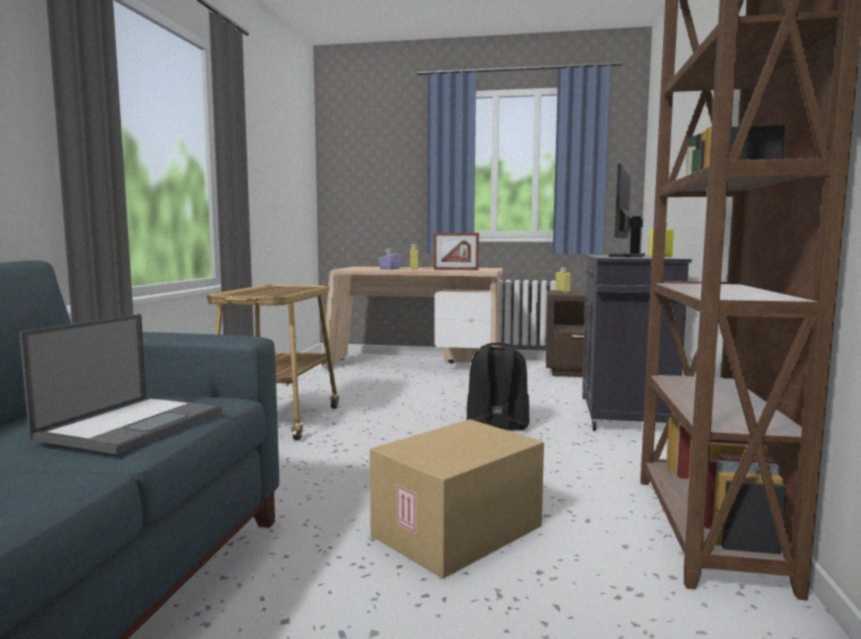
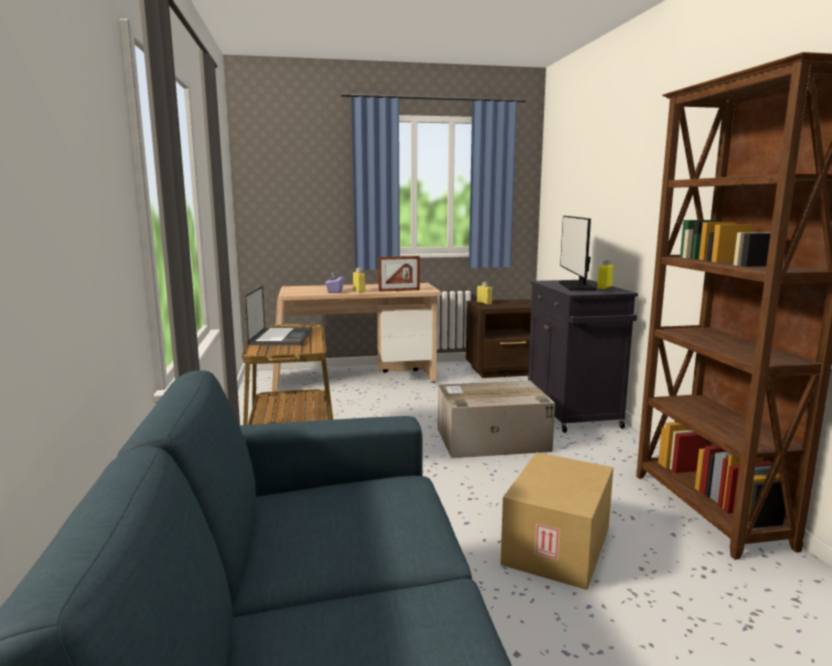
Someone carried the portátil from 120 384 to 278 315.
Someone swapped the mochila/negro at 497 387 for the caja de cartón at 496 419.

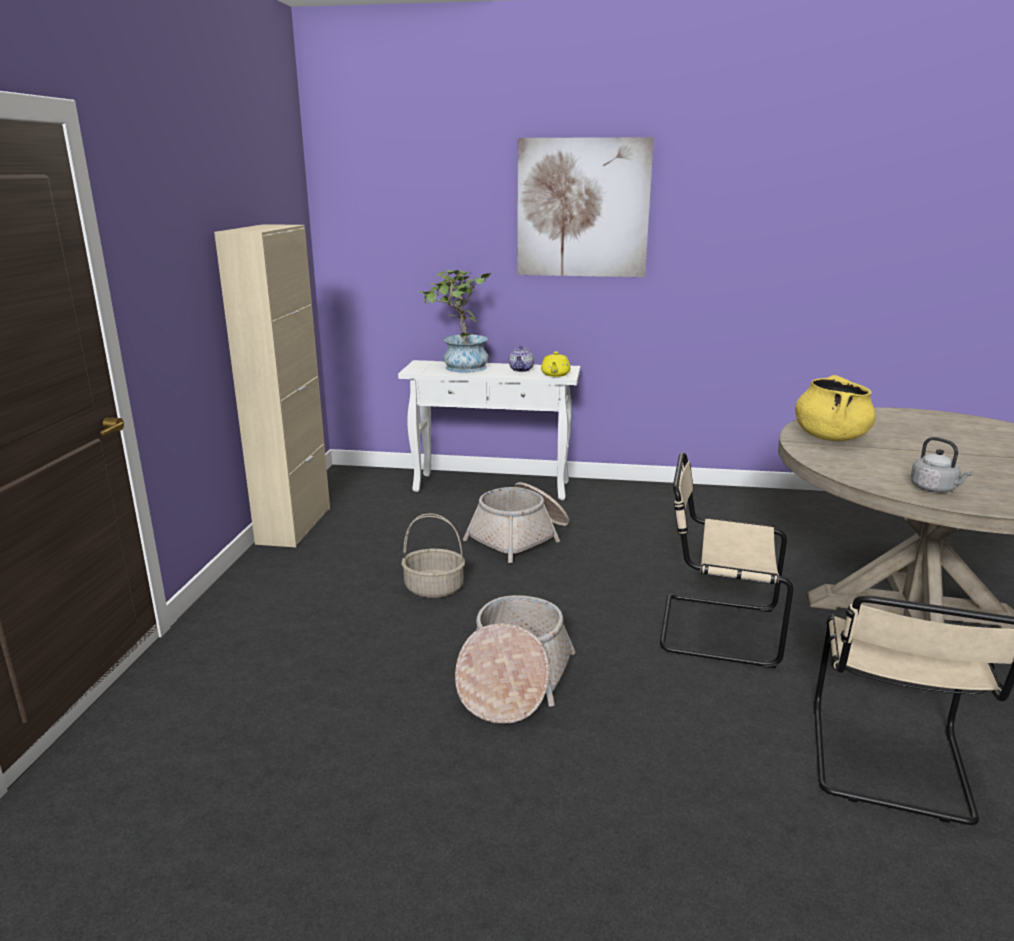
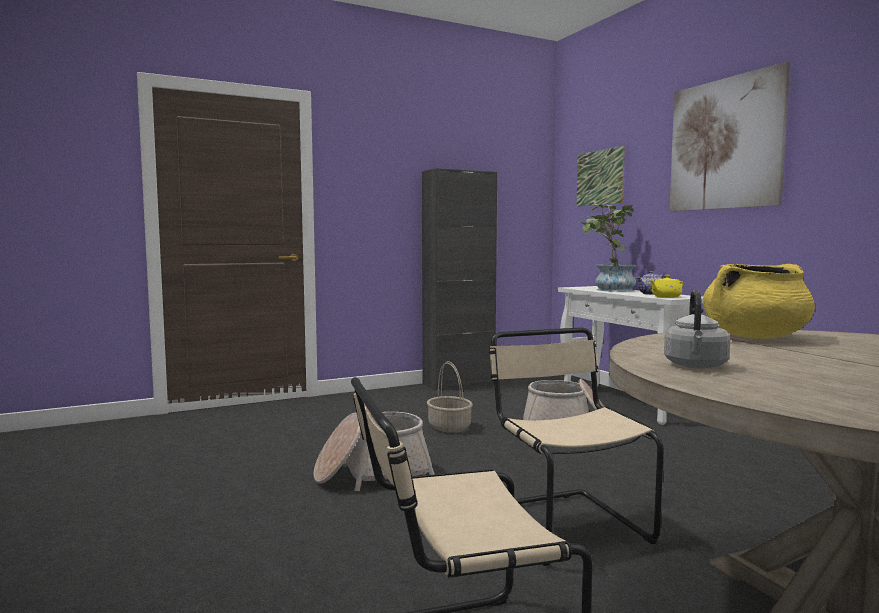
Someone repainted the armario/beis at 272 385, which became the armario/negro at 459 279.
Someone put up the cuadro at 601 176.

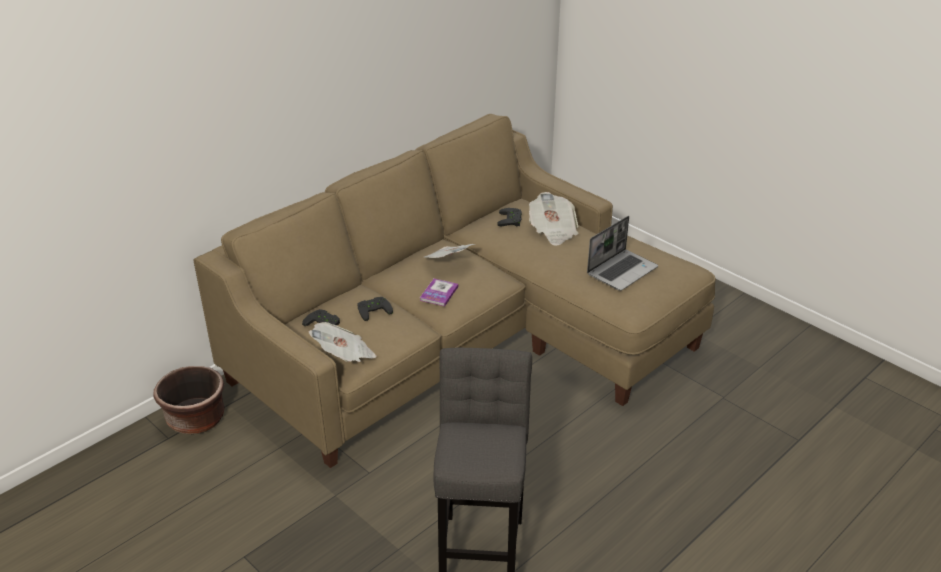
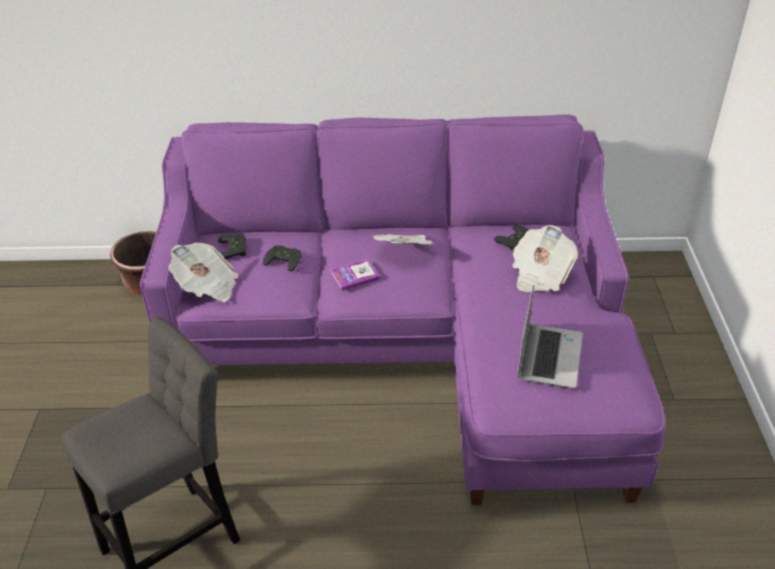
Someone repainted the sofá/beis at 454 291, which became the sofá/morado at 402 309.
Someone rotated the portátil at 622 253 by 75 degrees counterclockwise.

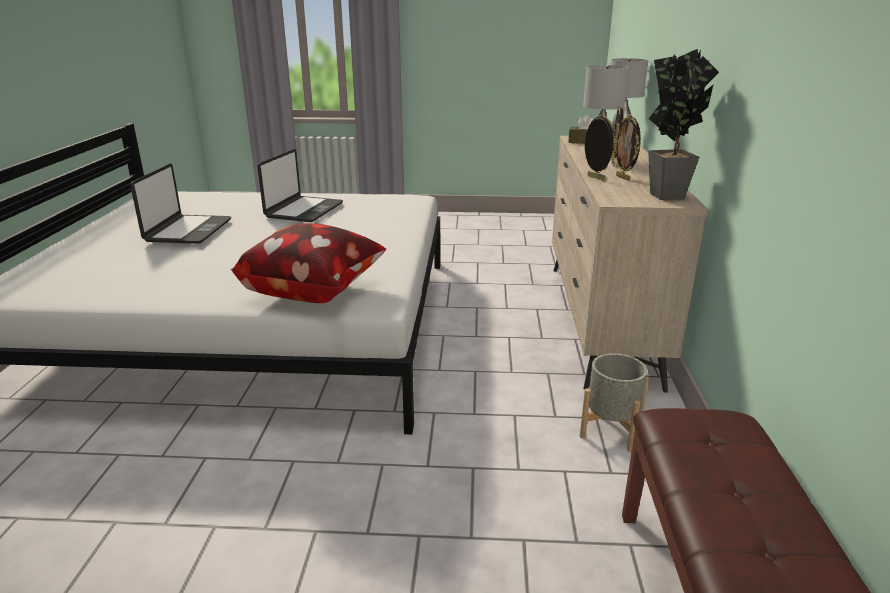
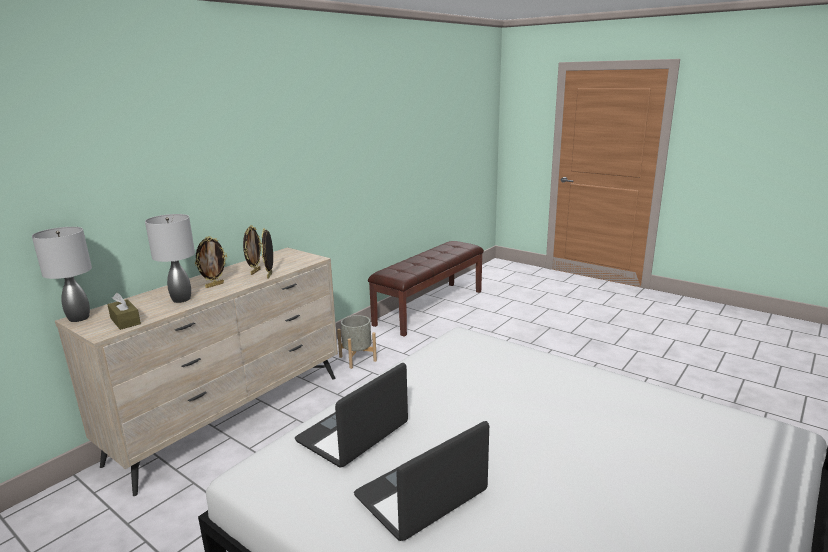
Someone took away the planta en maceta at 683 124.
Someone carried the portátil from 180 203 to 351 415.
Someone took away the cojín at 308 263.

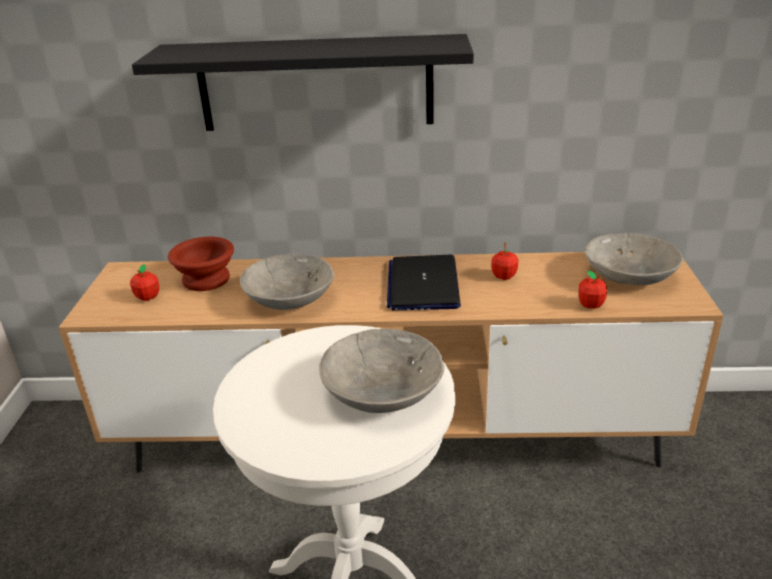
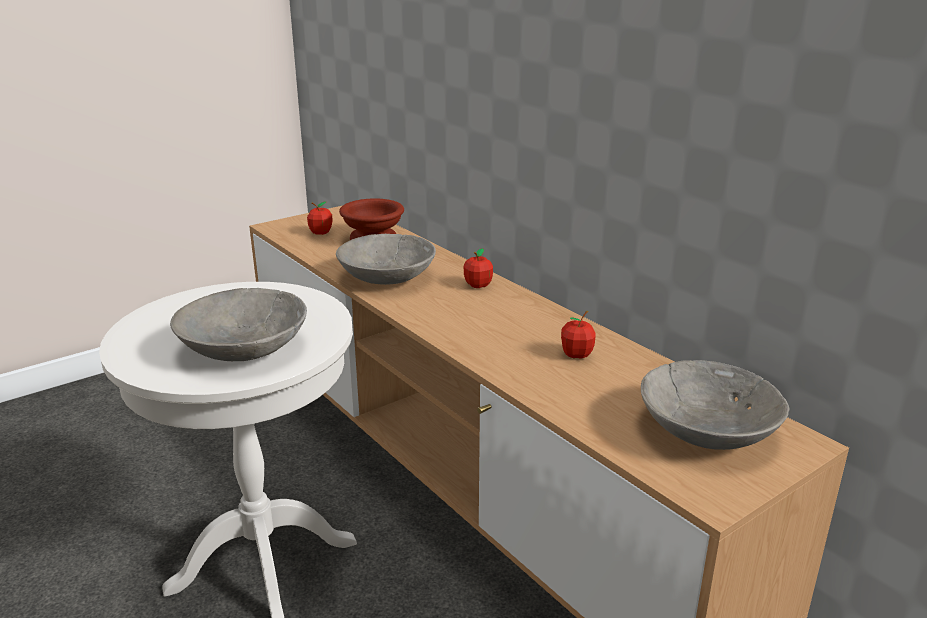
Someone took away the estante/negro at 303 82.
Someone took away the portátil at 424 282.
Someone carried the manzana from 593 289 to 478 268.

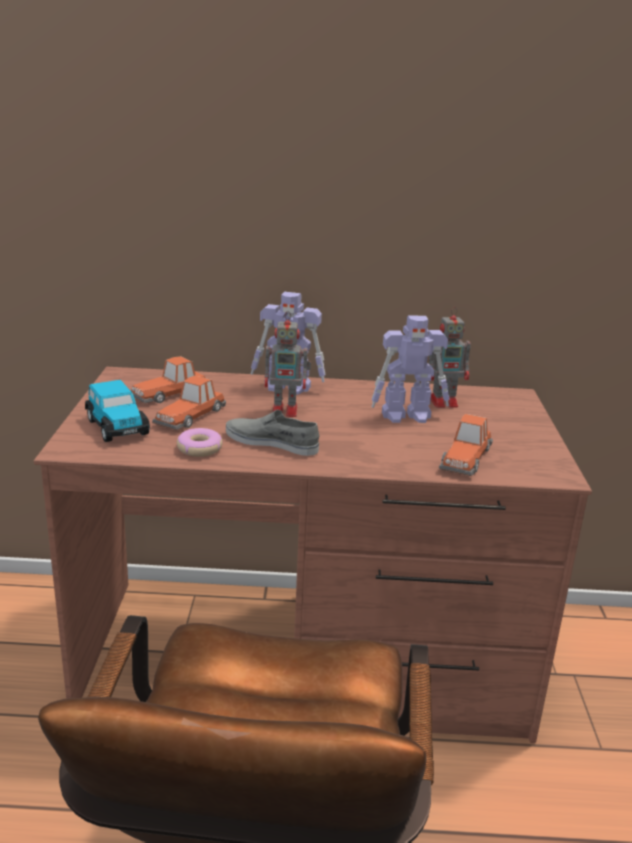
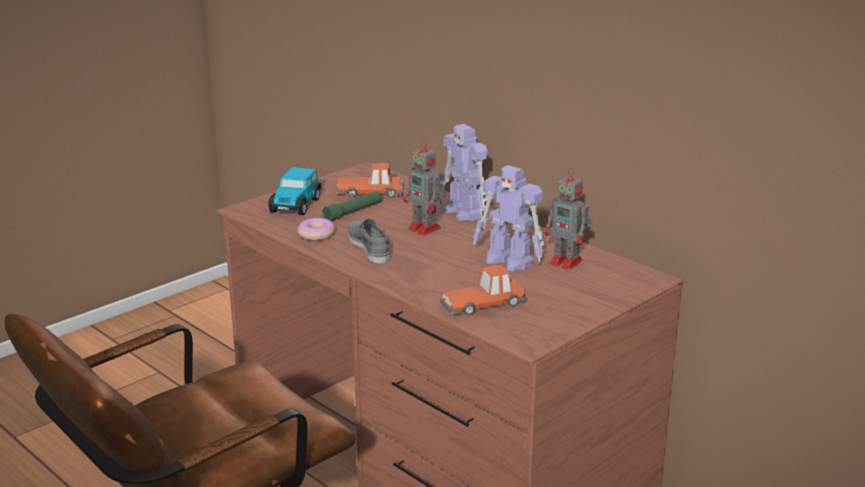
Someone swapped the coche de juguete at 189 403 for the linterna/verde at 352 206.

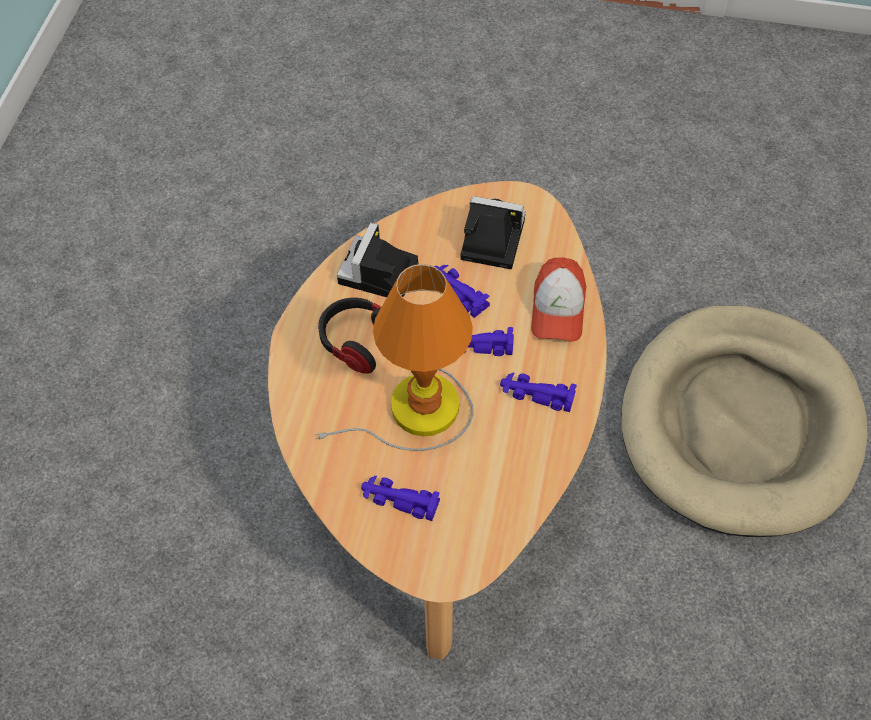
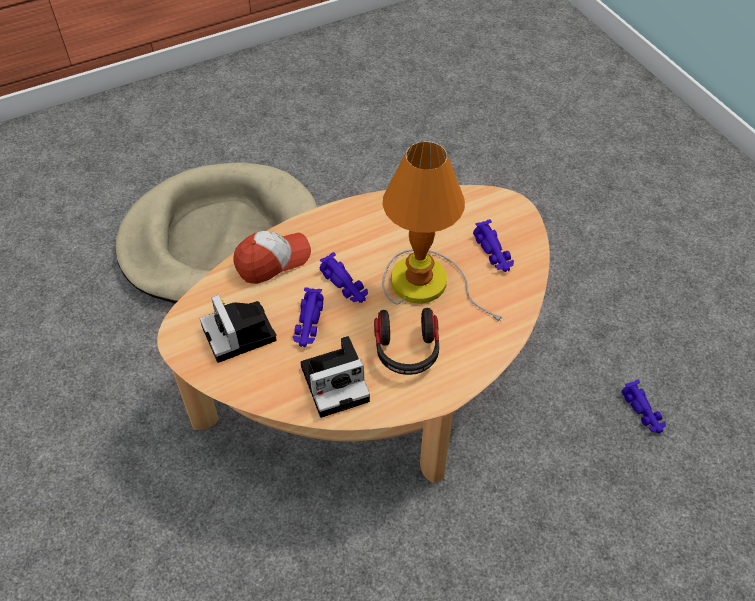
Someone carried the coche de juguete/morado from 538 392 to 643 406.

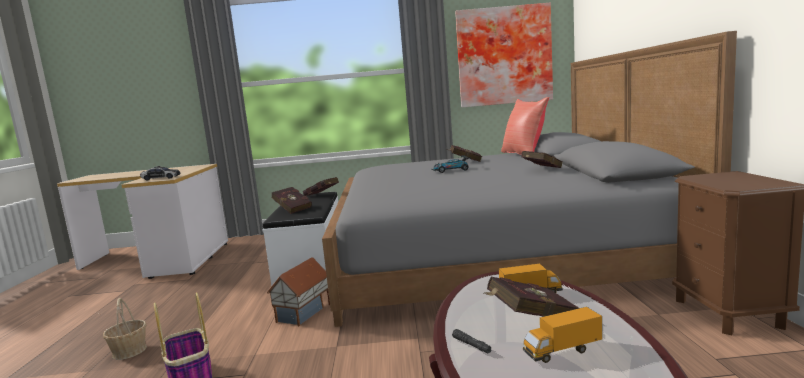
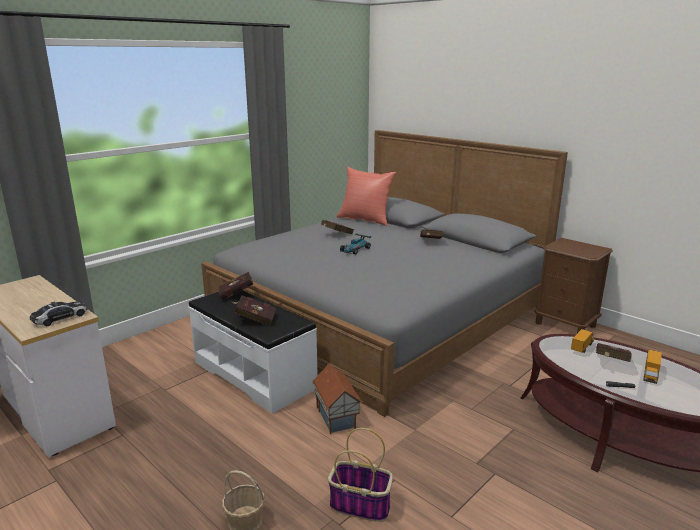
Someone took away the cuadro at 504 55.

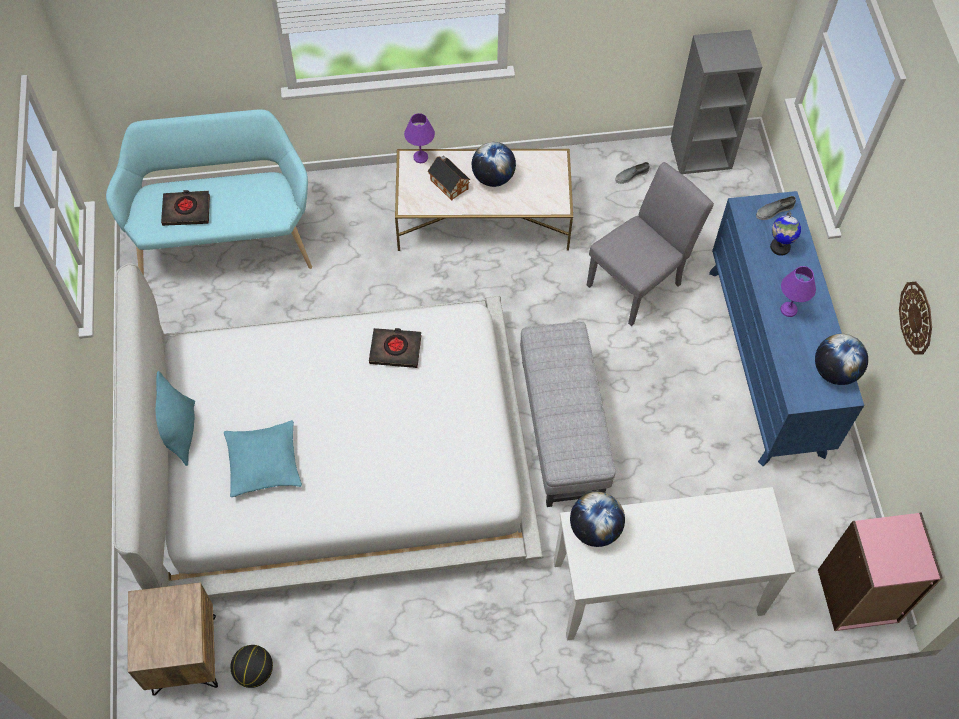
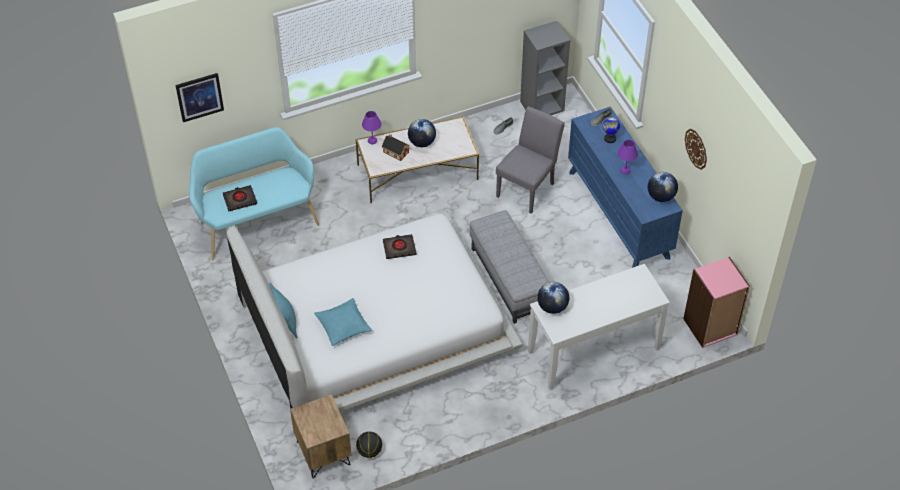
Someone put up the cuadro at 199 97.

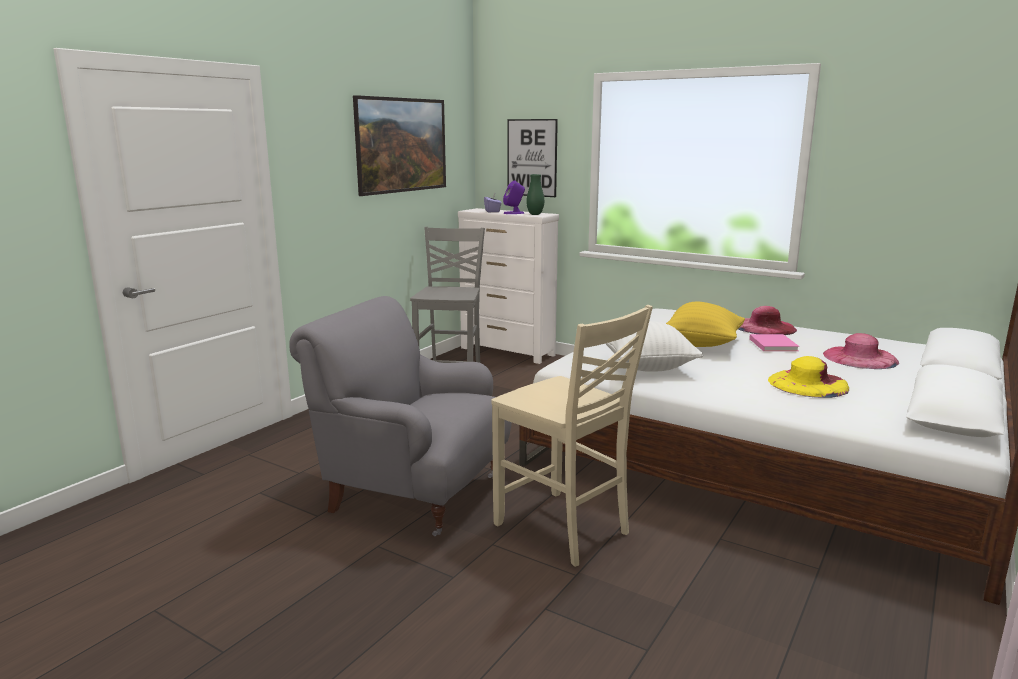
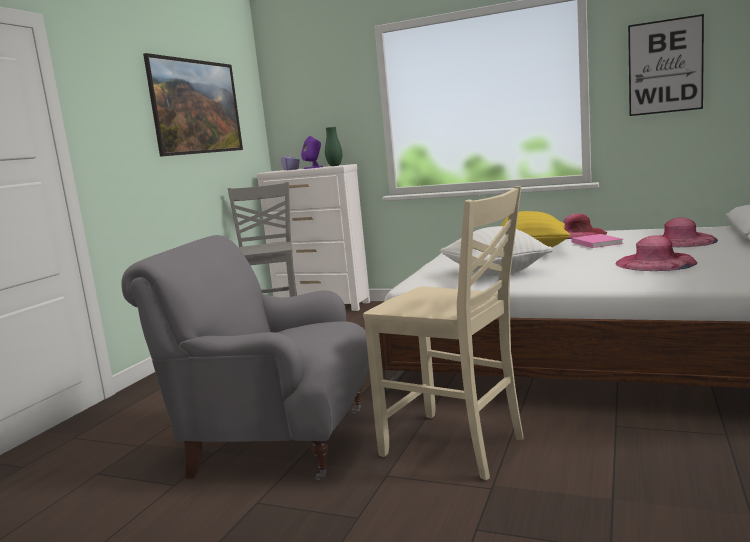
Someone carried the cuadro from 533 158 to 666 65.
Someone repainted the sombrero/amarillo at 808 377, which became the sombrero/rosa at 656 253.

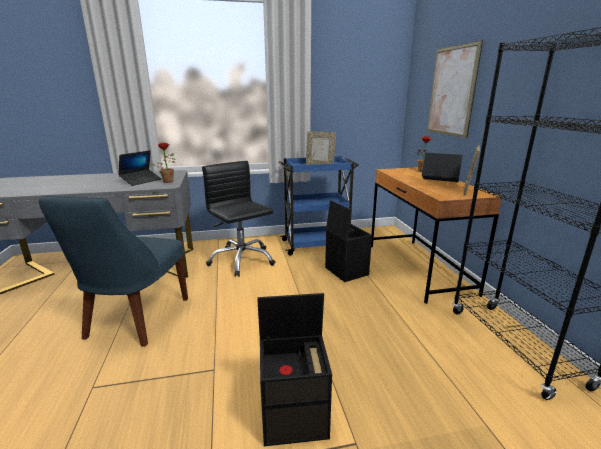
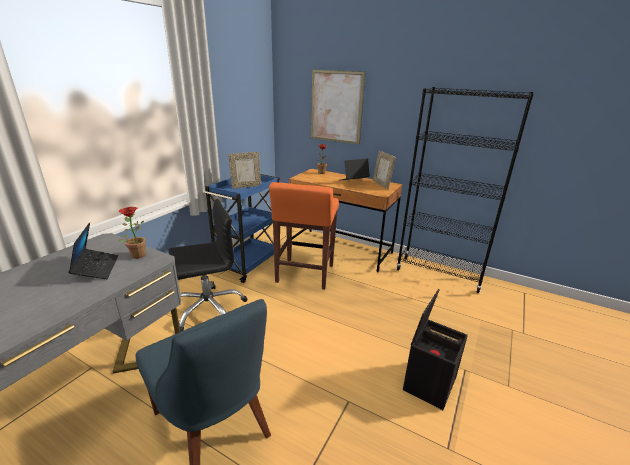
Someone rotated the silla de oficina/negro at 238 219 by 150 degrees clockwise.
Someone swapped the caja de almacenaje/negro at 348 241 for the taburete/naranja at 304 236.

